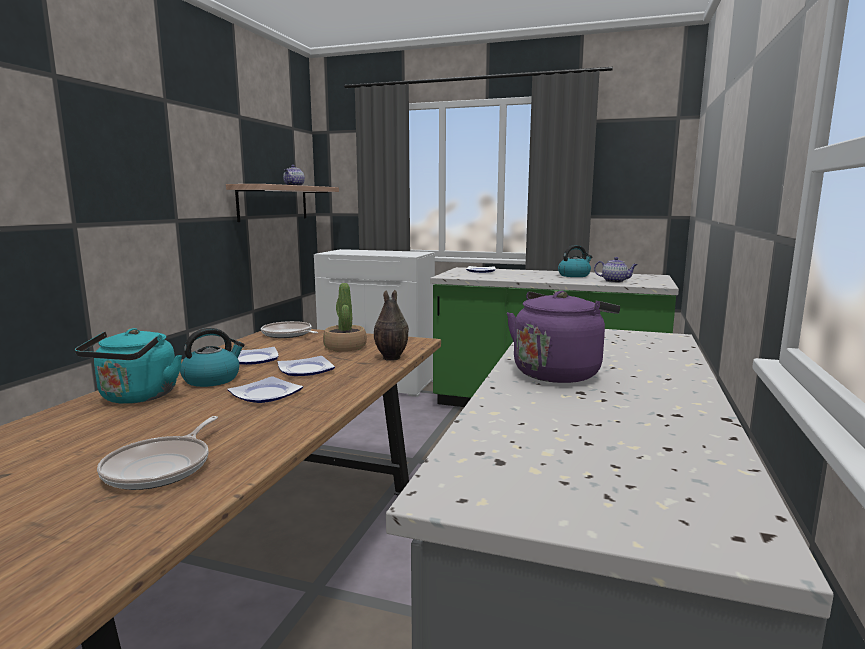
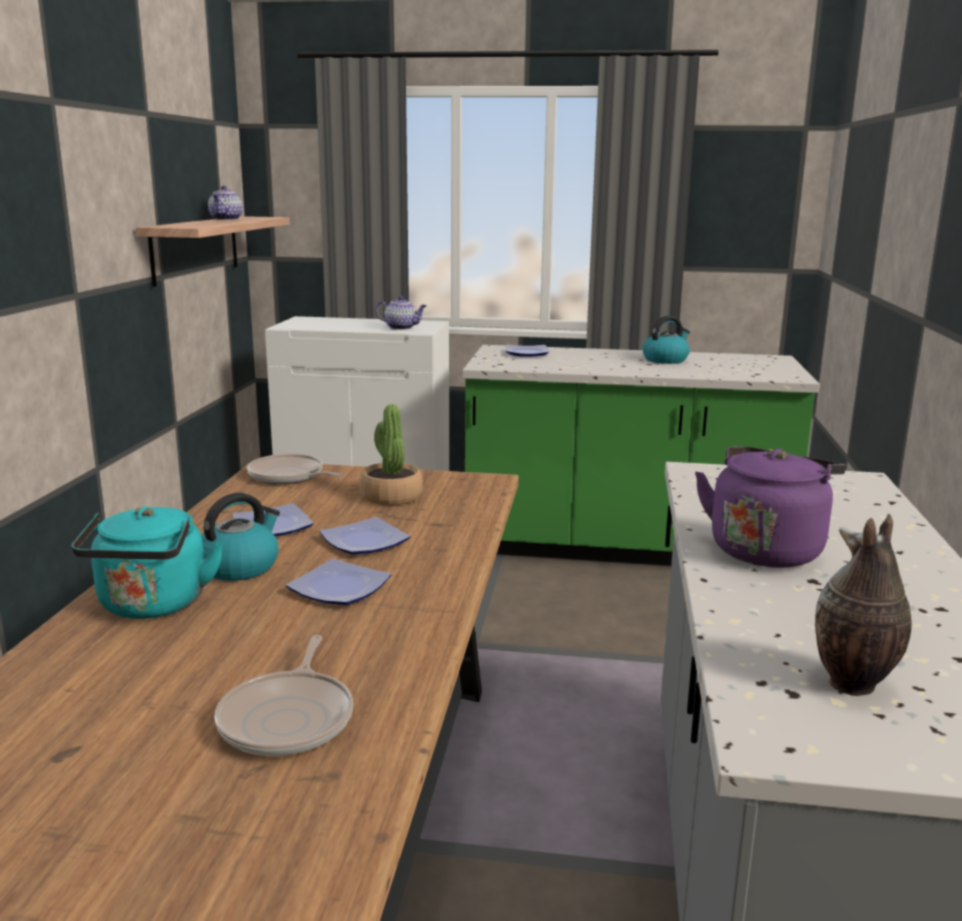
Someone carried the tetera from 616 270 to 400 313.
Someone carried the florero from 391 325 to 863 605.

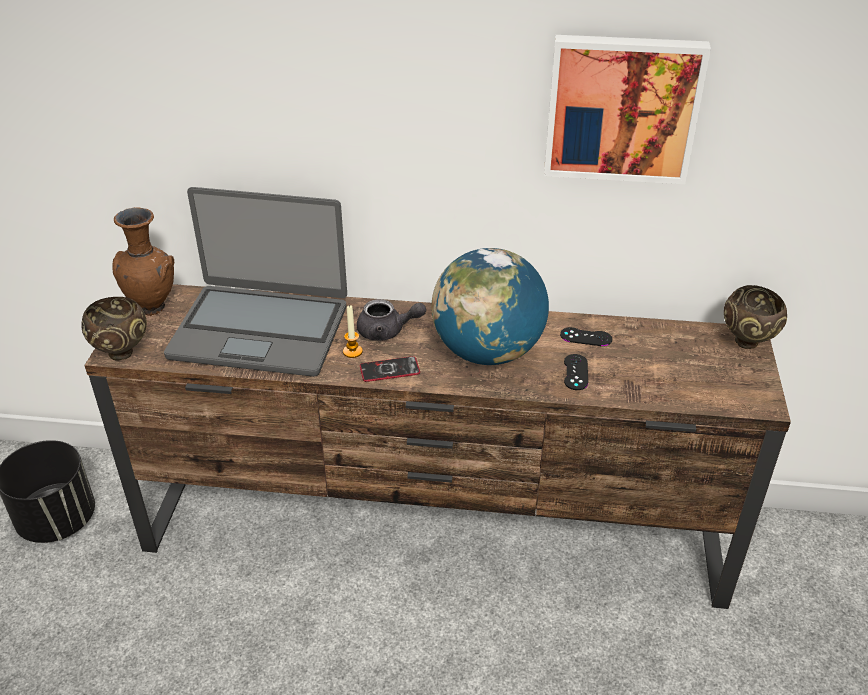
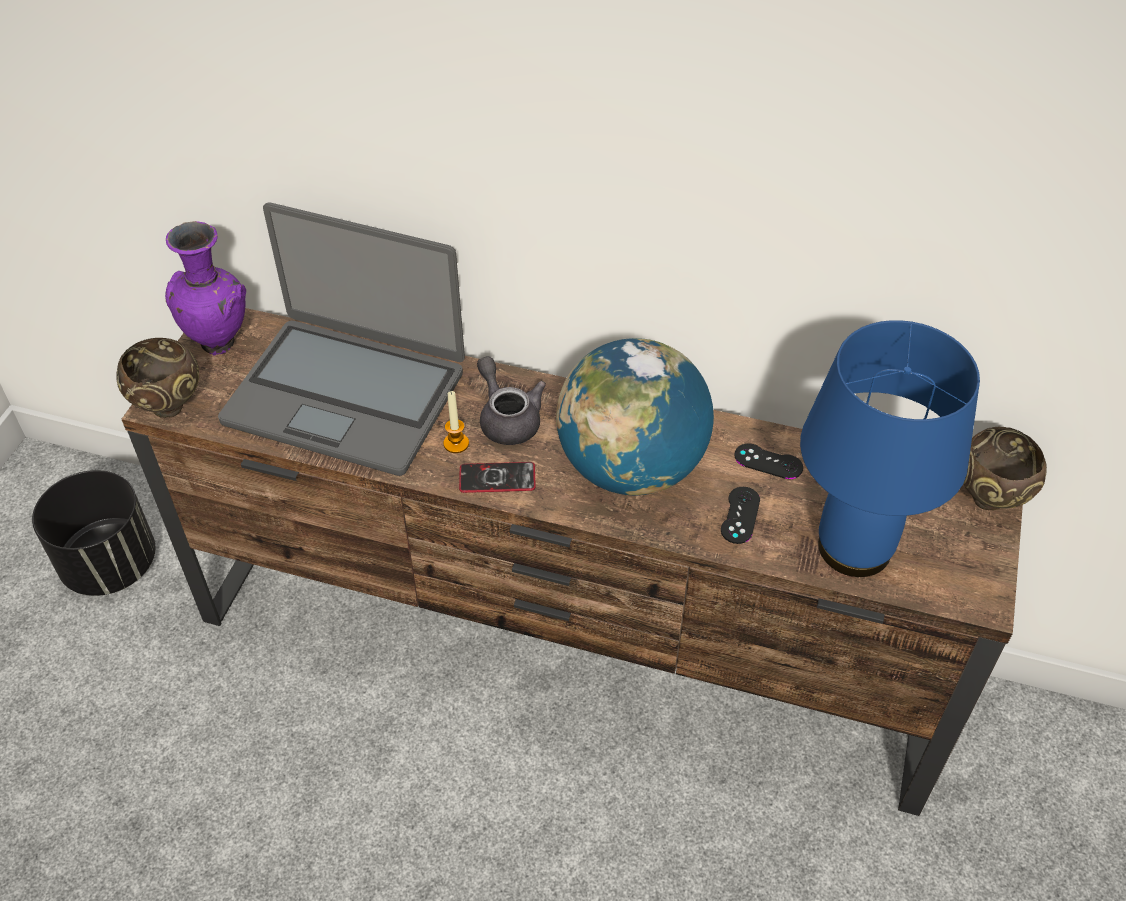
Someone took away the cuadro at 627 109.
Someone repainted the florero/marrón at 143 261, which became the florero/morado at 205 288.
Someone rotated the tetera/gris at 391 320 by 135 degrees counterclockwise.
Someone put down the lámpara de mesa/azul at 890 448.

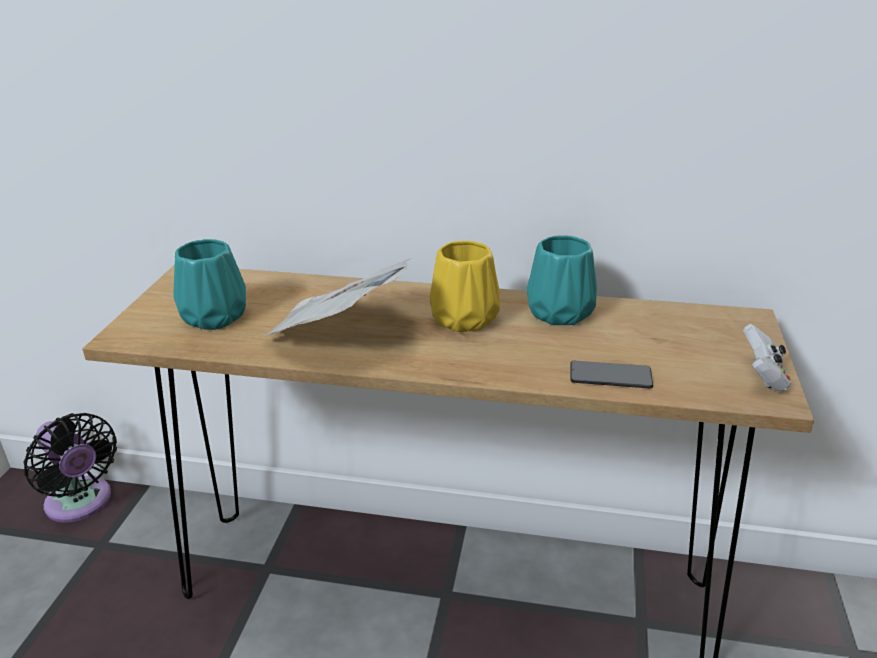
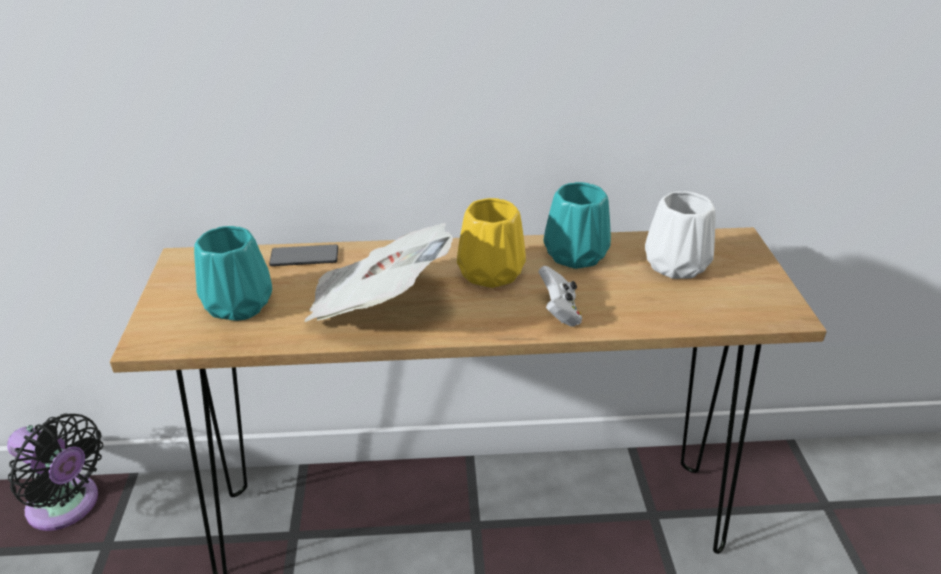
Someone carried the mando de consola/blanco from 767 358 to 560 296.
Someone carried the móvil from 611 374 to 303 255.
Someone put down the florero/blanco at 680 235.

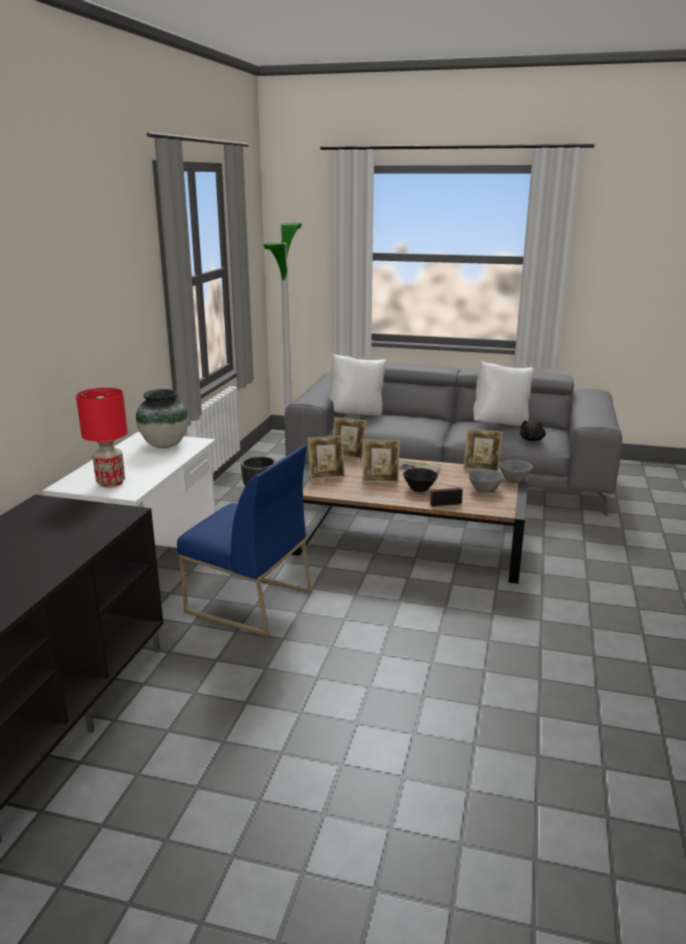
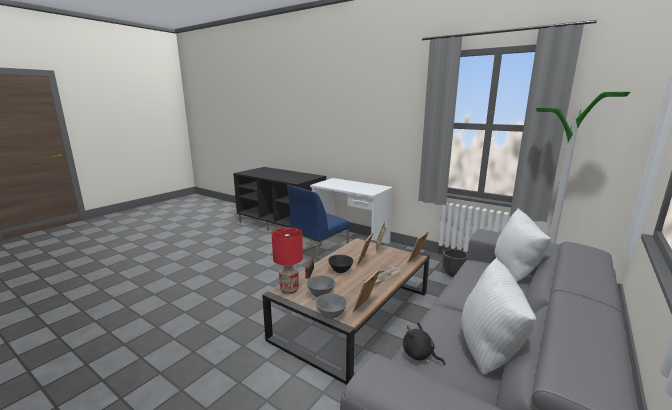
Someone carried the lámpara de mesa/rojo from 102 437 to 287 260.
Someone took away the florero at 162 418.

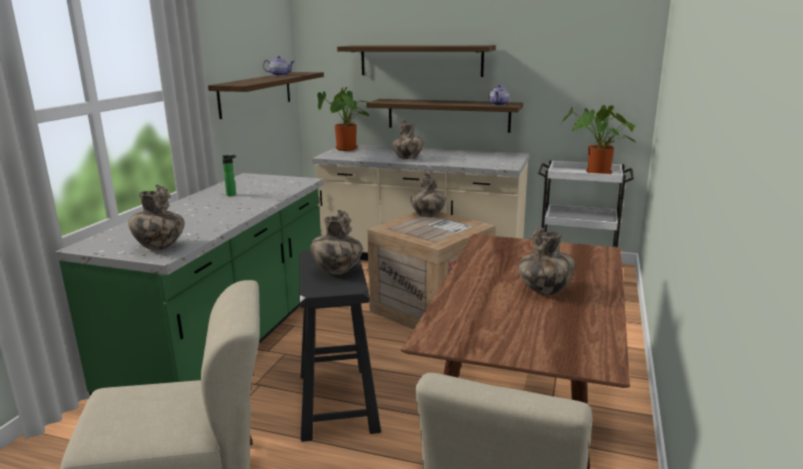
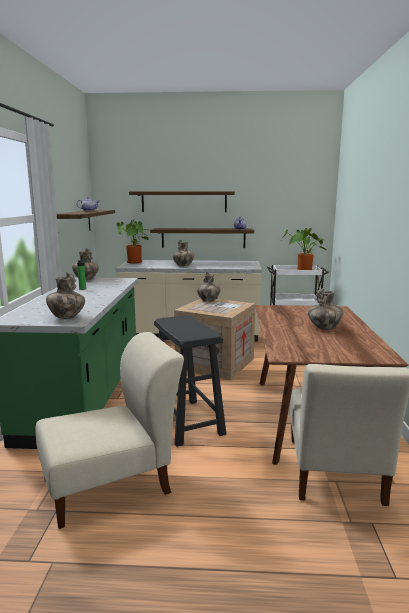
Someone carried the florero from 337 242 to 85 264.

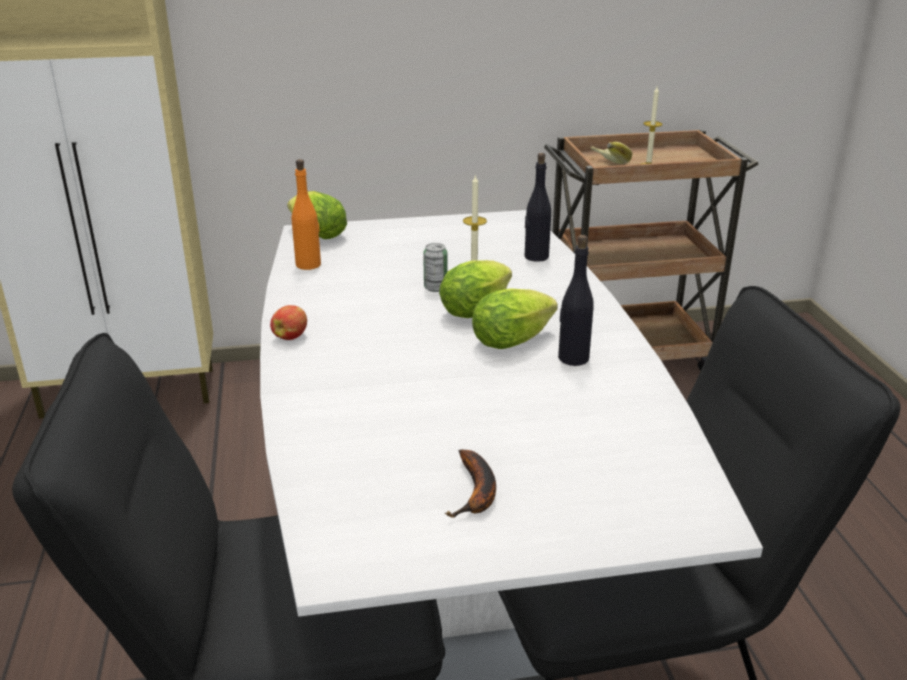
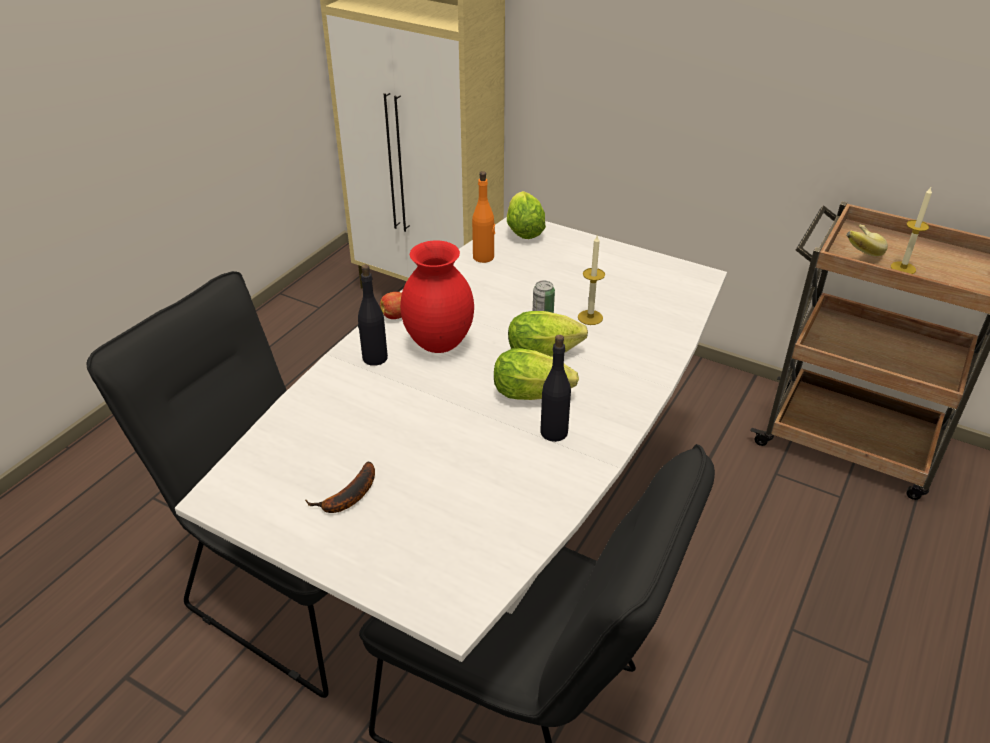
Someone carried the botella/negro from 538 207 to 373 315.
Someone put down the florero/rojo at 437 296.

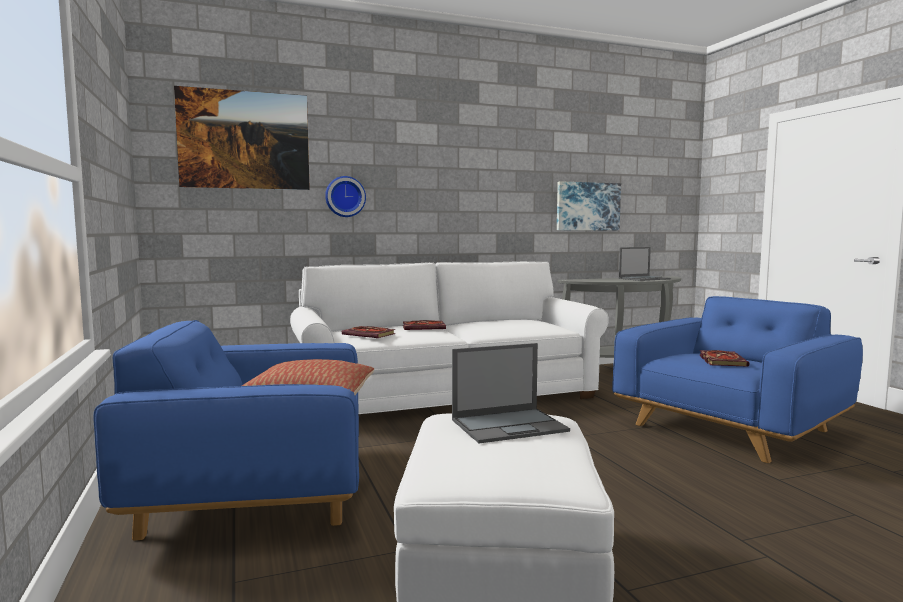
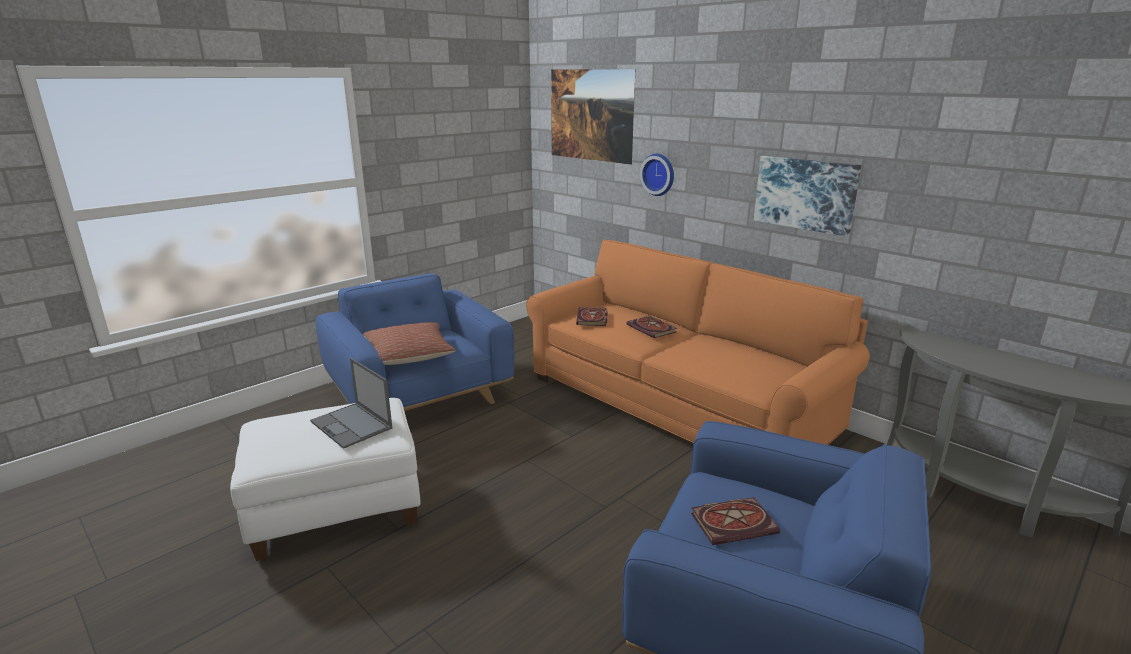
Someone carried the cuadro from 589 205 to 807 196.
Someone took away the portátil at 645 264.
Someone repainted the sofá/blanco at 449 337, which became the sofá/naranja at 698 342.

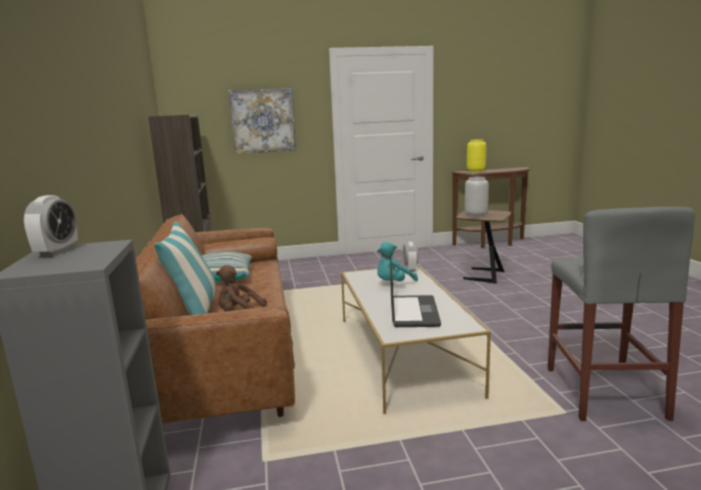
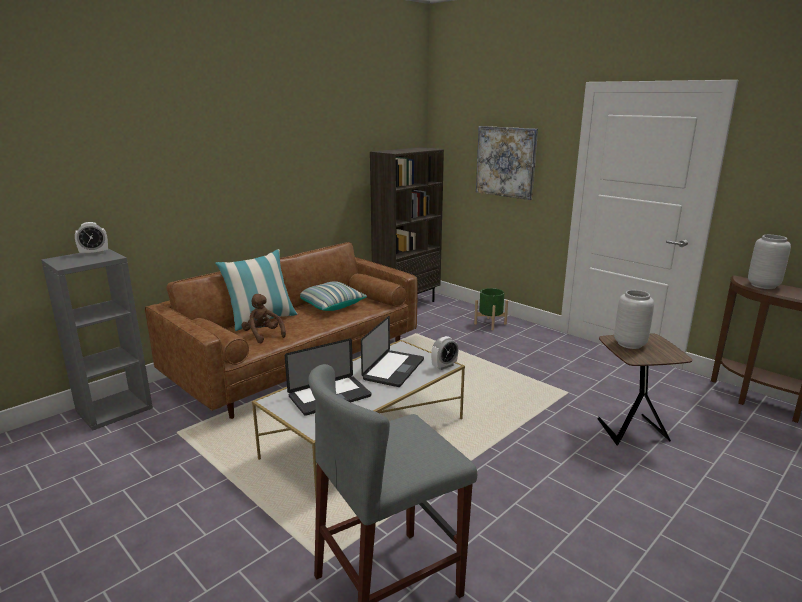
Someone repainted the florero/amarillo at 476 155, which became the florero/gris at 769 262.
Someone swapped the peluche/turquesa at 397 261 for the portátil at 392 351.
Someone put down the maceta/verde at 491 309.

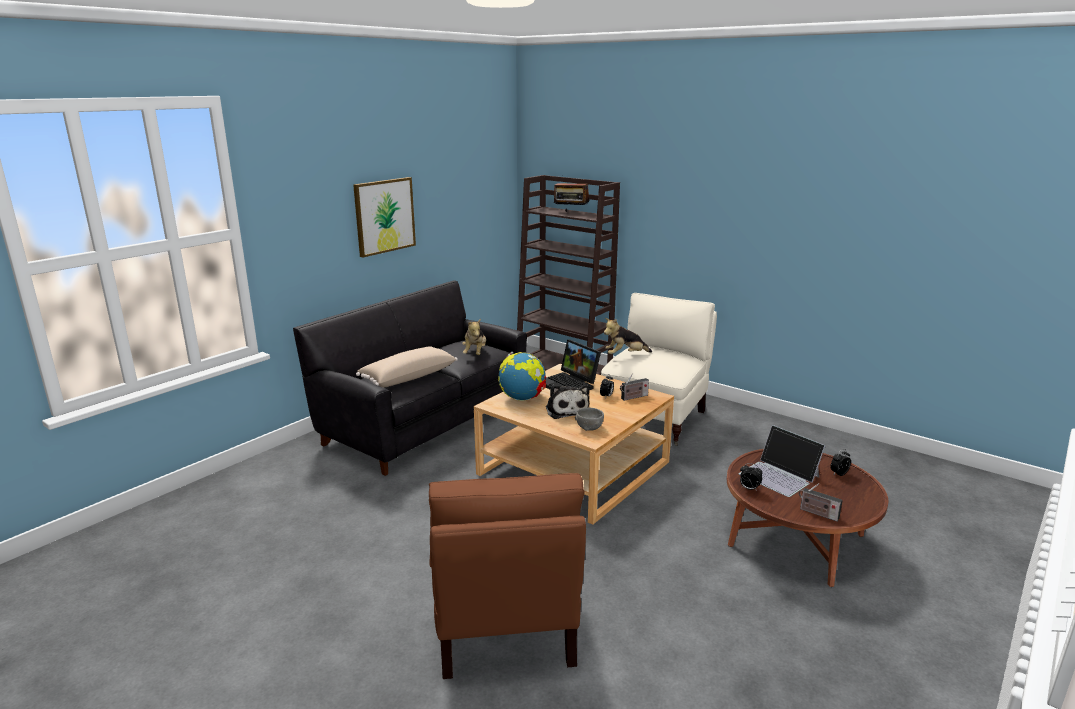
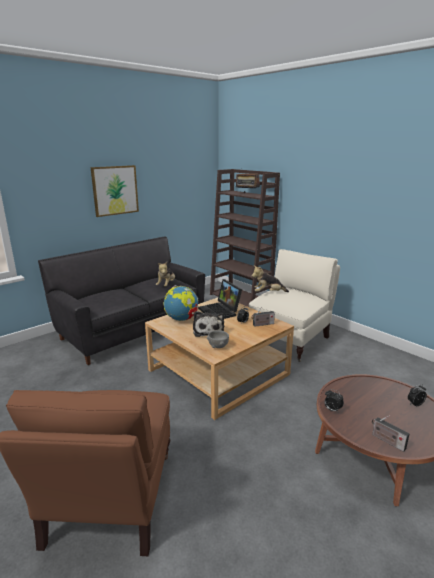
Someone took away the cojín/beis at 407 366.
Someone took away the portátil at 782 461.

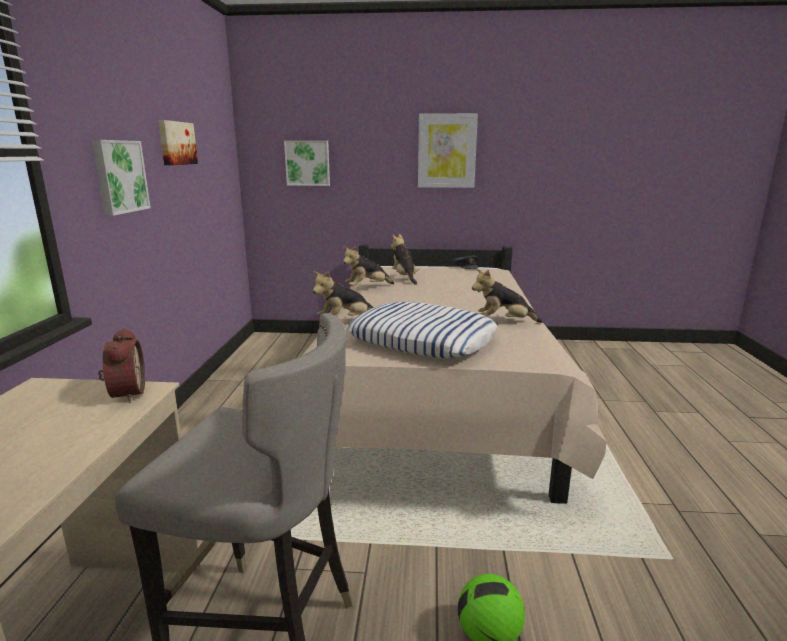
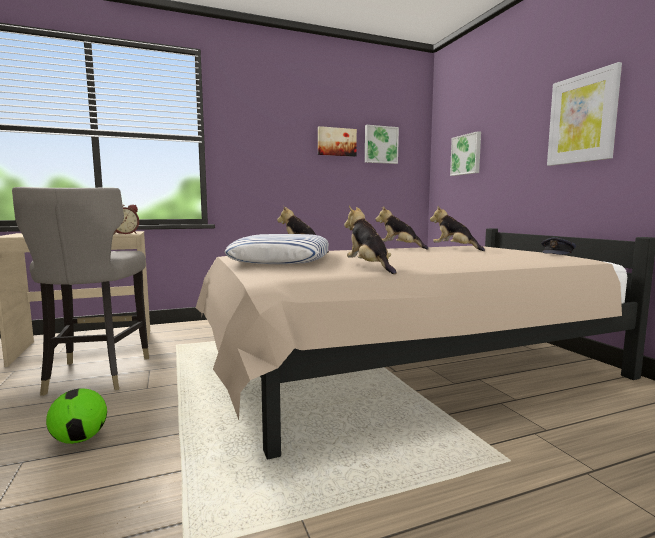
Someone carried the cuadro from 121 178 to 382 144.
Someone rotated the peluche at 405 259 by 90 degrees counterclockwise.

